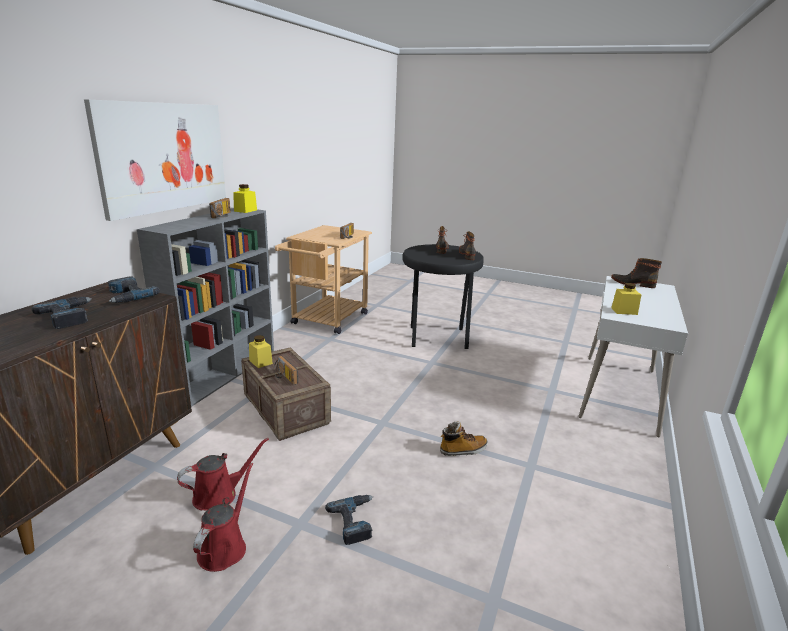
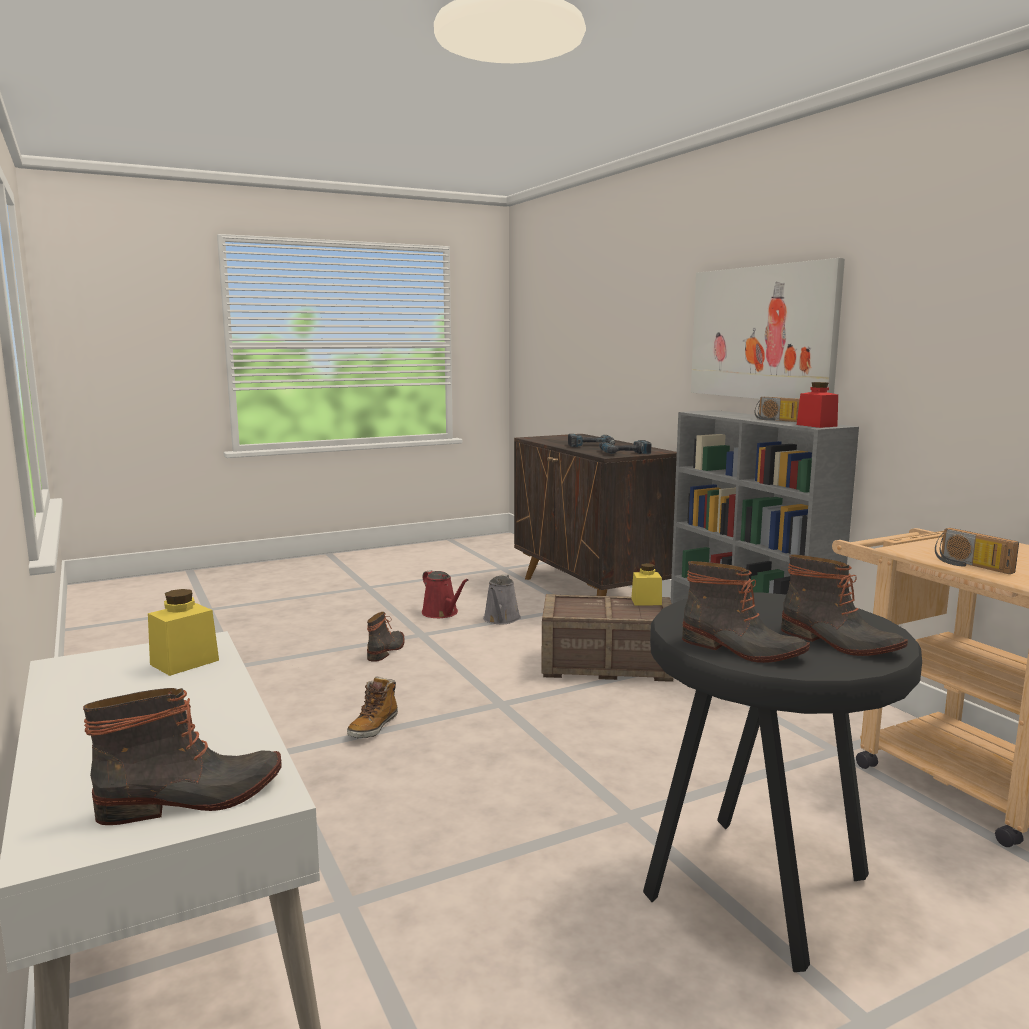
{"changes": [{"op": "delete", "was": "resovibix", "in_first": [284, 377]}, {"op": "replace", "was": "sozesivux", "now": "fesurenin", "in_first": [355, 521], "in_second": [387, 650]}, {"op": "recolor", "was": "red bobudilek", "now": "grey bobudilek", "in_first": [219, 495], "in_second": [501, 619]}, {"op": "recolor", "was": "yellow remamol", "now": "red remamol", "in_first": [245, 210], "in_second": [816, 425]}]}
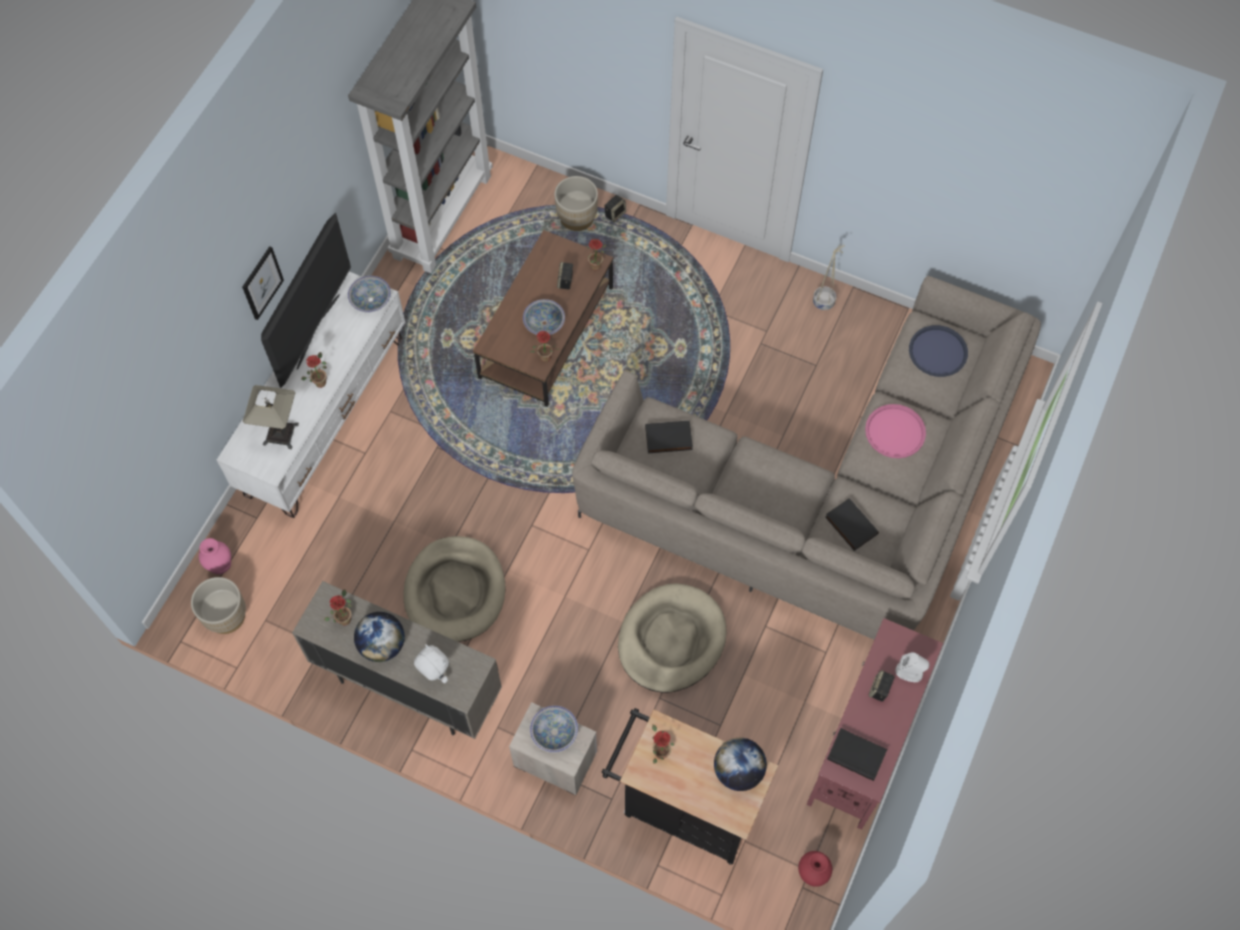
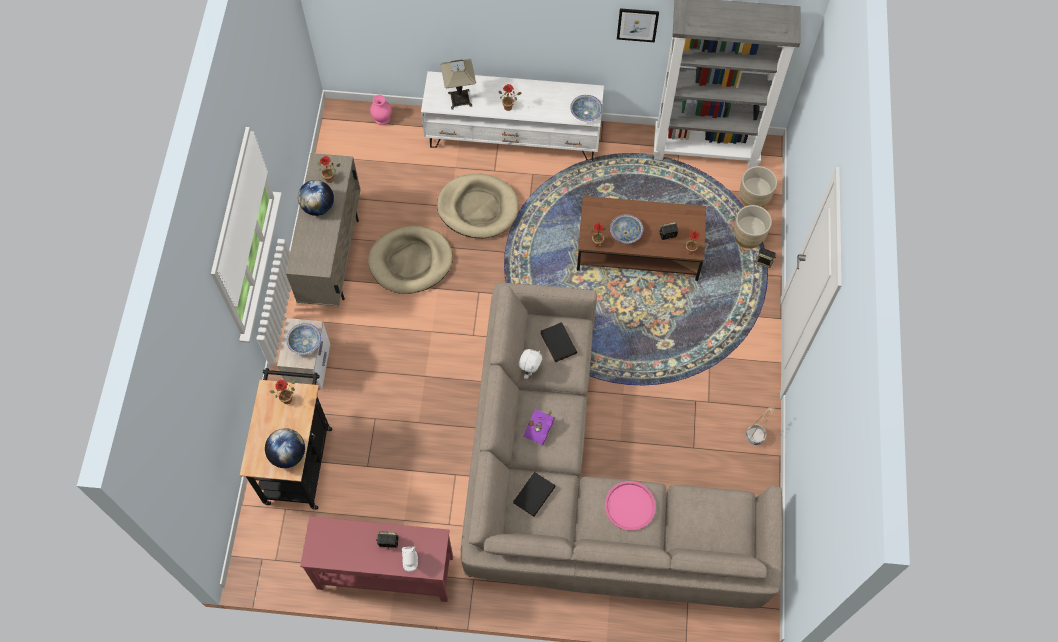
{"changes": [{"op": "delete", "was": "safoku", "in_first": [317, 331]}, {"op": "delete", "was": "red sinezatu", "in_first": [813, 873]}, {"op": "delete", "was": "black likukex", "in_first": [857, 754]}, {"op": "delete", "was": "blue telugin", "in_first": [938, 351]}, {"op": "insert", "now": "purple likukex", "in_second": [540, 428]}, {"op": "move", "was": "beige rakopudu", "in_first": [226, 616], "in_second": [754, 198]}, {"op": "move", "was": "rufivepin", "in_first": [262, 283], "in_second": [637, 24]}, {"op": "move", "was": "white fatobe", "in_first": [434, 674], "in_second": [530, 370]}, {"op": "move", "was": "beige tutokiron", "in_first": [671, 640], "in_second": [478, 208]}]}
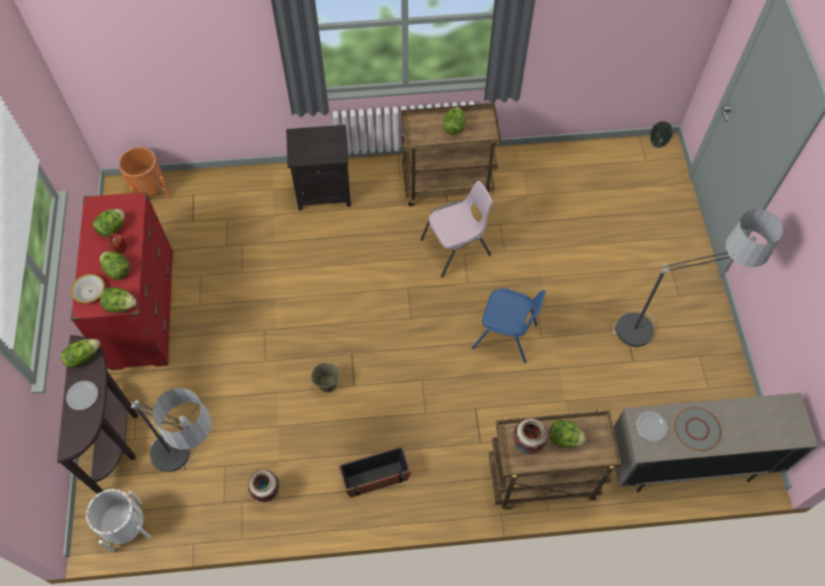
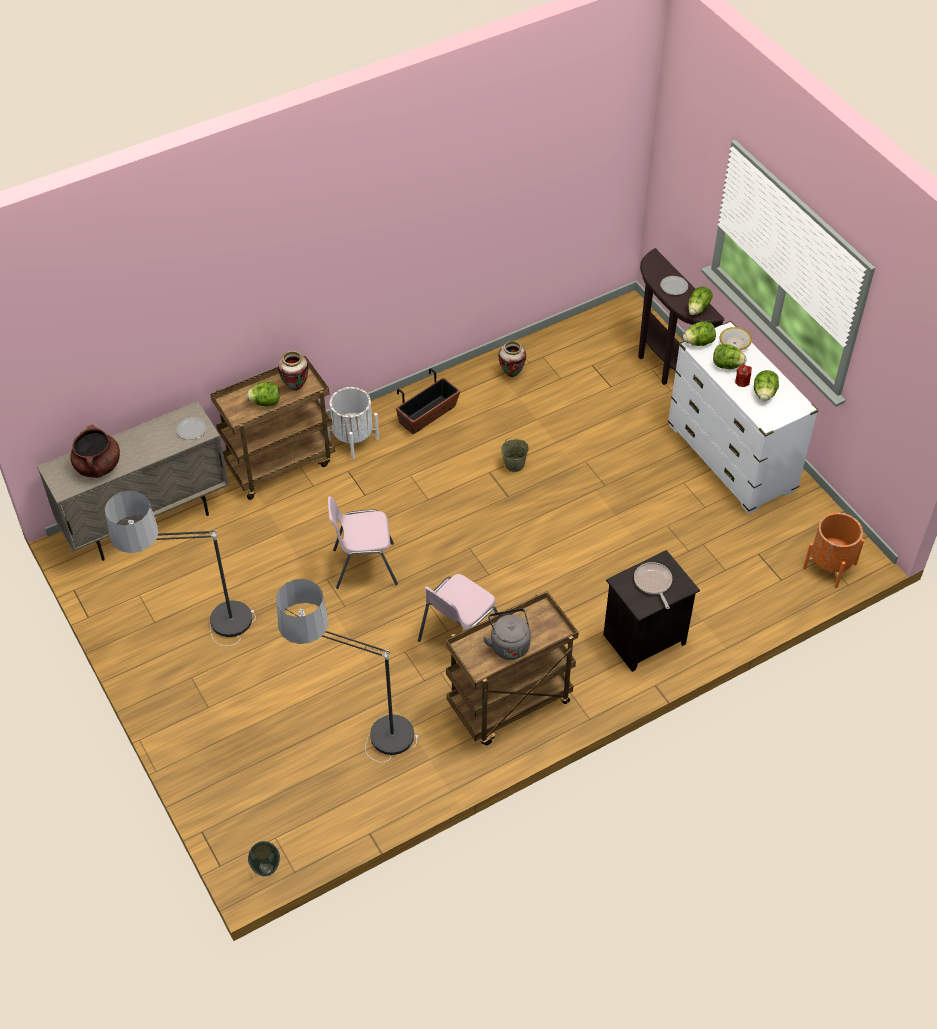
{"changes": [{"op": "delete", "was": "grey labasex", "in_first": [697, 429]}, {"op": "insert", "now": "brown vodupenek", "in_second": [98, 466]}, {"op": "insert", "now": "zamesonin", "in_second": [653, 583]}, {"op": "move", "was": "white rakopudu", "in_first": [126, 527], "in_second": [353, 439]}, {"op": "move", "was": "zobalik", "in_first": [198, 467], "in_second": [356, 735]}, {"op": "replace", "was": "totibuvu", "now": "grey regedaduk", "in_first": [453, 127], "in_second": [509, 644]}, {"op": "recolor", "was": "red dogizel", "now": "white dogizel", "in_first": [143, 310], "in_second": [731, 458]}, {"op": "recolor", "was": "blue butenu", "now": "pink butenu", "in_first": [505, 336], "in_second": [364, 566]}]}
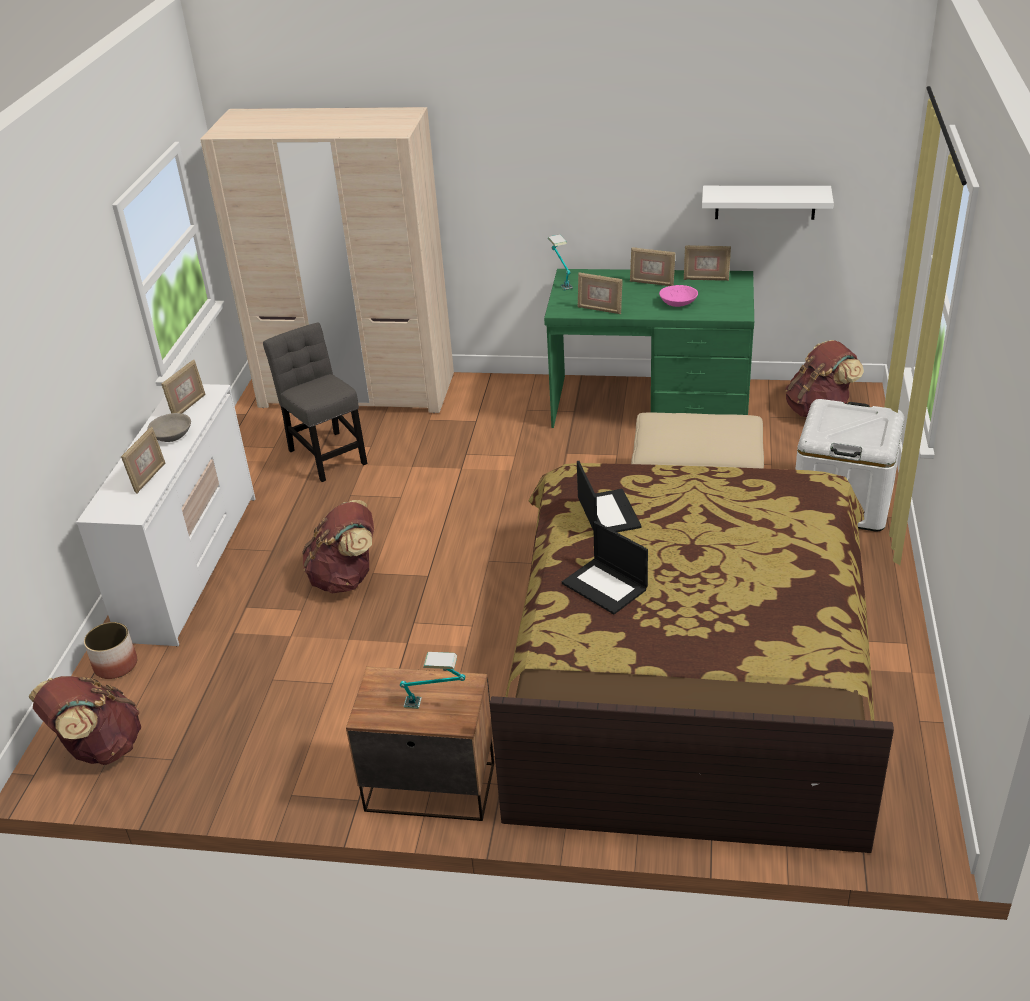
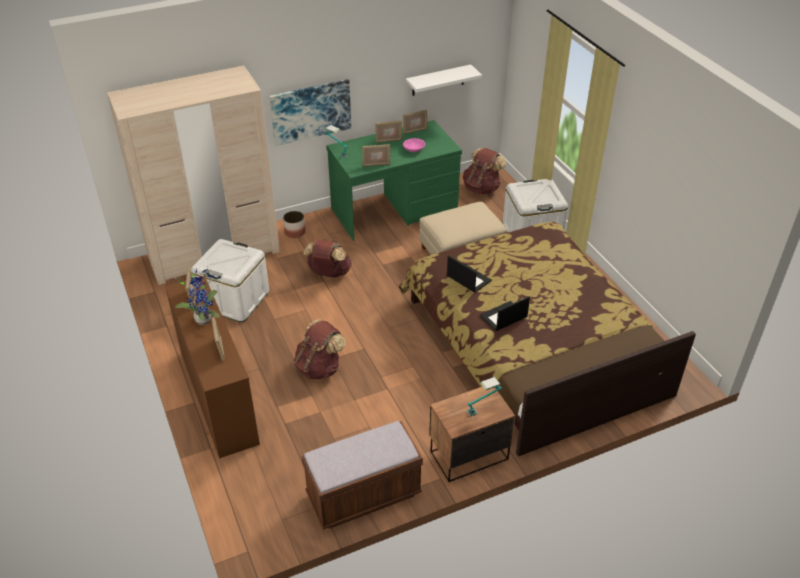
{"changes": [{"op": "insert", "now": "rufivepin", "in_second": [311, 111]}, {"op": "insert", "now": "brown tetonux", "in_second": [363, 495]}, {"op": "move", "was": "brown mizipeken", "in_first": [99, 748], "in_second": [329, 273]}, {"op": "move", "was": "rakopudu", "in_first": [116, 665], "in_second": [295, 232]}, {"op": "replace", "was": "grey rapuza", "now": "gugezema", "in_first": [172, 435], "in_second": [204, 318]}, {"op": "replace", "was": "grey butenu", "now": "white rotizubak", "in_first": [326, 454], "in_second": [234, 299]}, {"op": "recolor", "was": "white dogizel", "now": "brown dogizel", "in_first": [192, 566], "in_second": [218, 396]}, {"op": "rotate", "was": "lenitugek", "in_first": [606, 586], "in_second": [503, 317], "clockwise": 135}]}
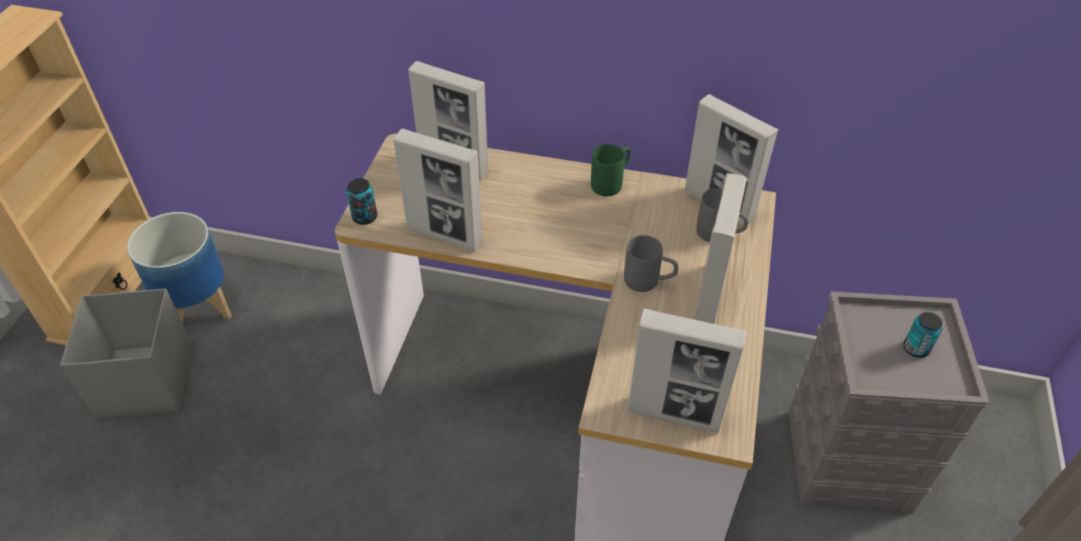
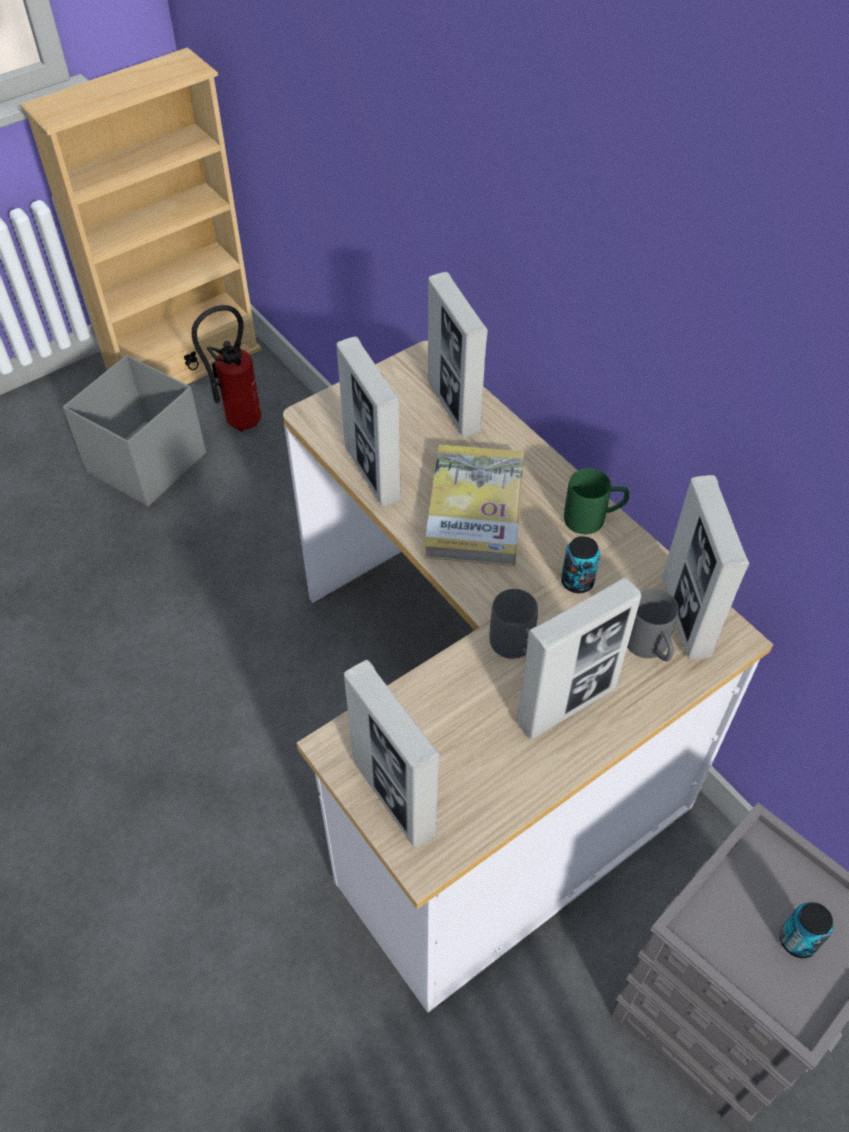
{"changes": [{"op": "insert", "now": "likukex", "in_second": [475, 509]}, {"op": "move", "was": "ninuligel", "in_first": [365, 217], "in_second": [577, 582]}, {"op": "replace", "was": "rakopudu", "now": "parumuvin", "in_first": [198, 308], "in_second": [238, 423]}]}
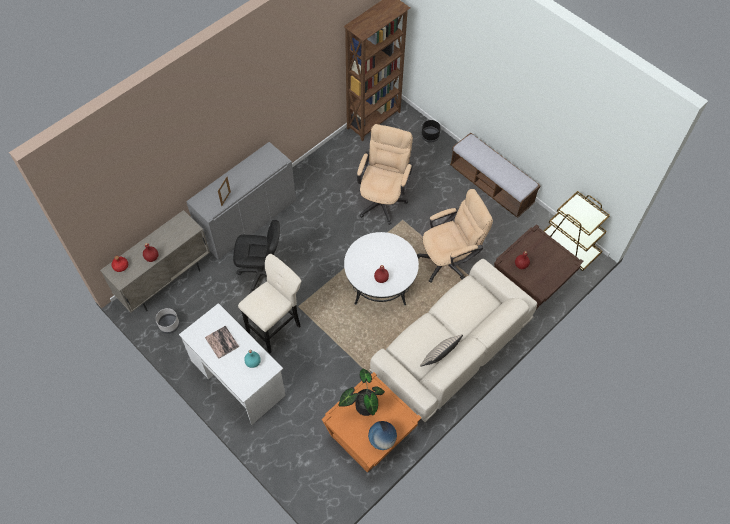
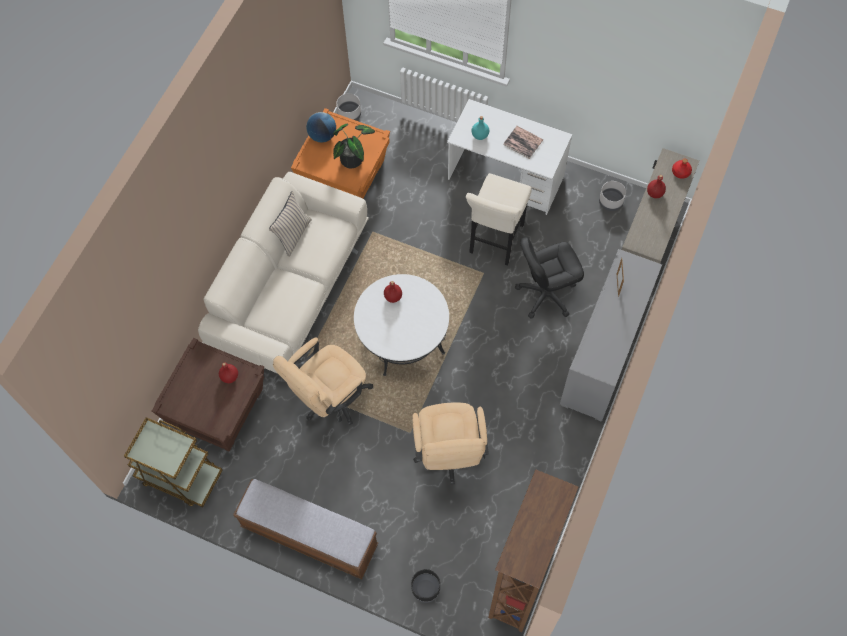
{"changes": [{"op": "insert", "now": "grey rakopudu", "in_second": [349, 114]}]}
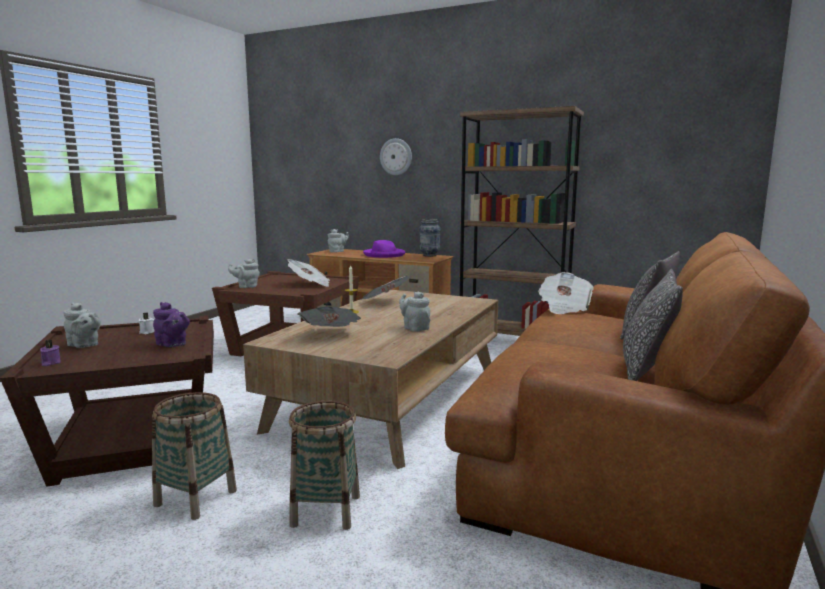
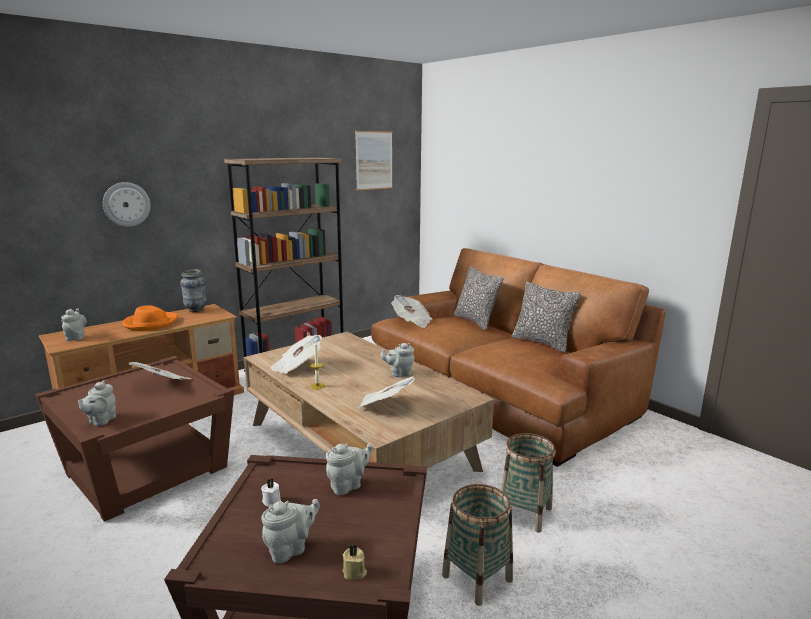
{"changes": [{"op": "insert", "now": "rufivepin", "in_second": [374, 160]}, {"op": "recolor", "was": "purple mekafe", "now": "beige mekafe", "in_first": [50, 363], "in_second": [354, 572]}, {"op": "recolor", "was": "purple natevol", "now": "grey natevol", "in_first": [173, 344], "in_second": [348, 485]}, {"op": "recolor", "was": "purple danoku", "now": "orange danoku", "in_first": [384, 255], "in_second": [150, 323]}]}
